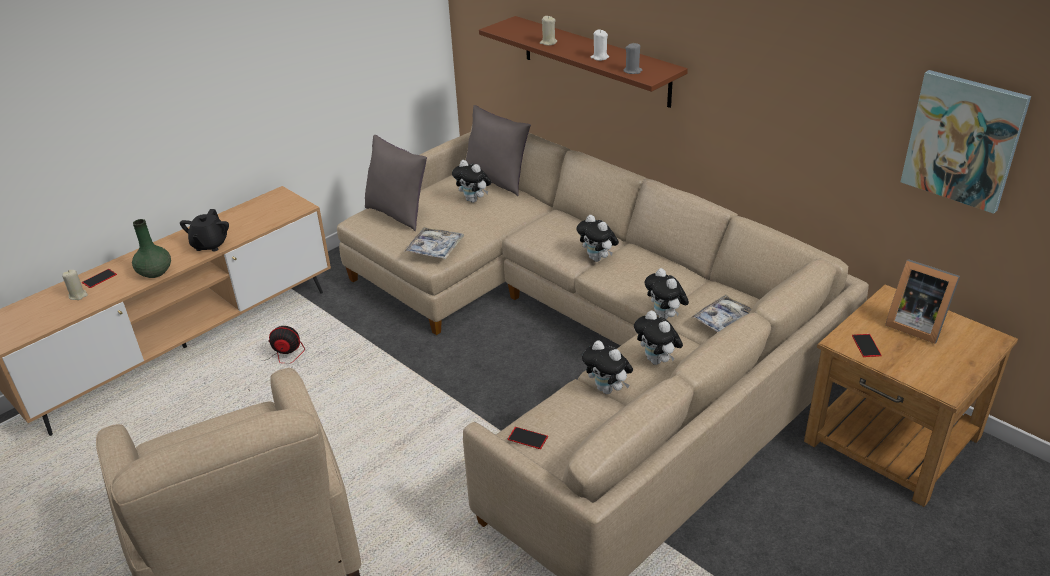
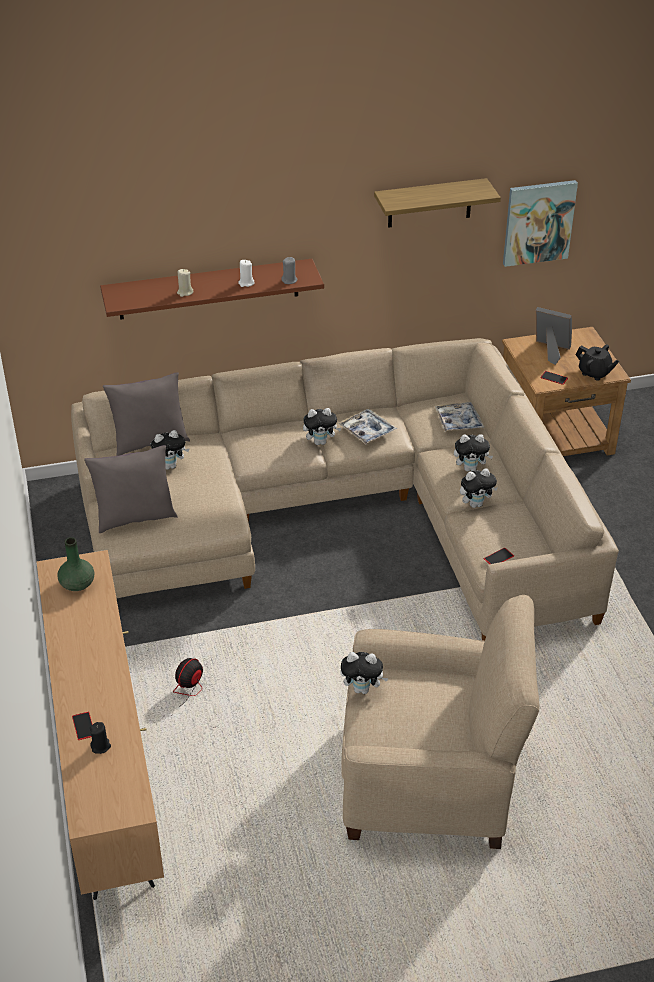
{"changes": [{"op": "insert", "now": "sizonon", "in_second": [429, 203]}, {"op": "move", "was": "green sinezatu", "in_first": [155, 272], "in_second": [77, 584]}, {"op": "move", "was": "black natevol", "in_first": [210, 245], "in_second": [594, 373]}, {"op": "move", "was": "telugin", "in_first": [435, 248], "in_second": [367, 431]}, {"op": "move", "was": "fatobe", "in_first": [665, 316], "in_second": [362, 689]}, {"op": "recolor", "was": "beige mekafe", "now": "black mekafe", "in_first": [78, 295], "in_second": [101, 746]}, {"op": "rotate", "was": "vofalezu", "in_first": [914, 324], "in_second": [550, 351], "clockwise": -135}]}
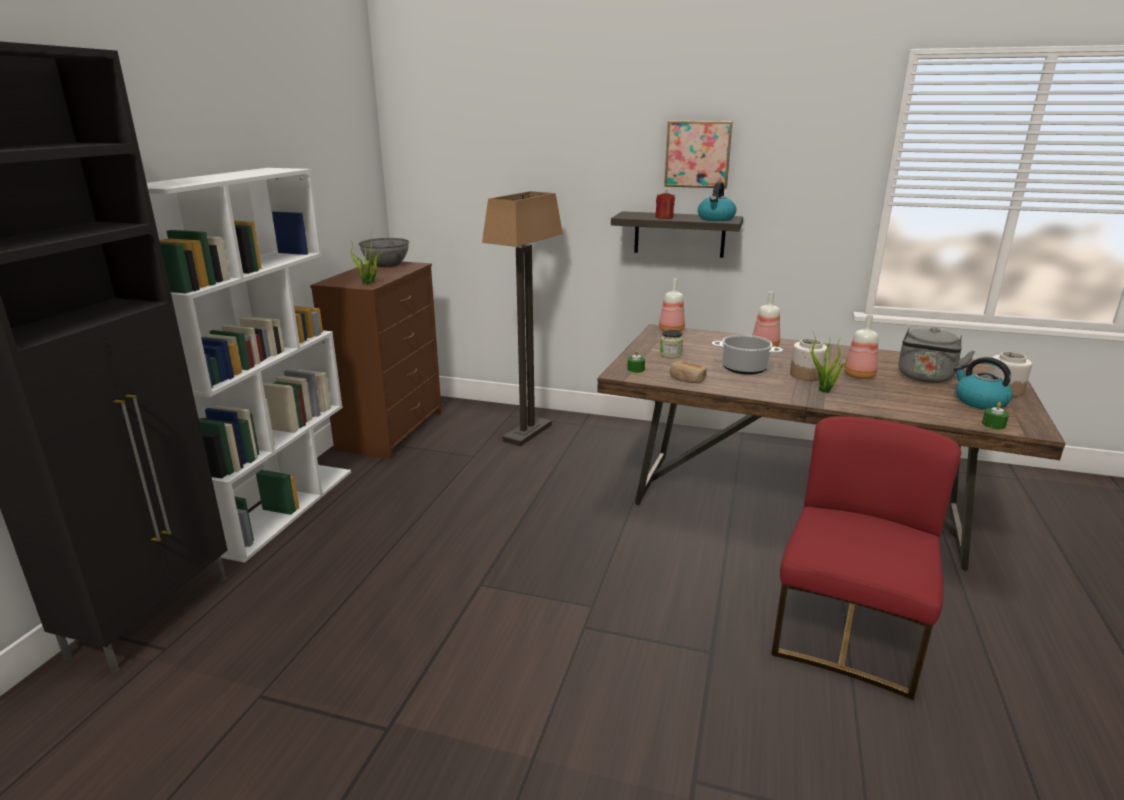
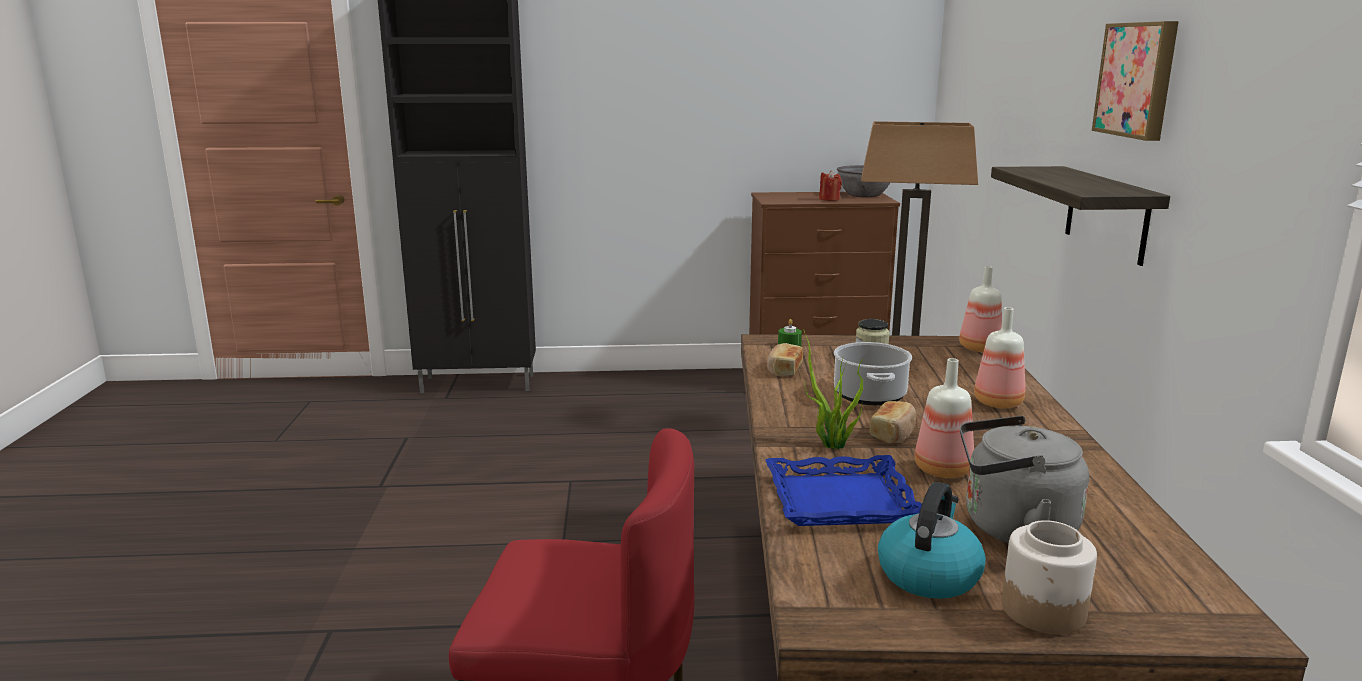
{"changes": [{"op": "delete", "was": "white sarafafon", "in_first": [282, 508]}, {"op": "delete", "was": "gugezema", "in_first": [368, 283]}, {"op": "delete", "was": "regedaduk", "in_first": [716, 219]}, {"op": "delete", "was": "green mekafe", "in_first": [993, 425]}, {"op": "insert", "now": "blue telugin", "in_second": [840, 500]}, {"op": "move", "was": "red mekafe", "in_first": [664, 217], "in_second": [829, 199]}, {"op": "replace", "was": "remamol", "now": "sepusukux", "in_first": [807, 375], "in_second": [893, 433]}]}
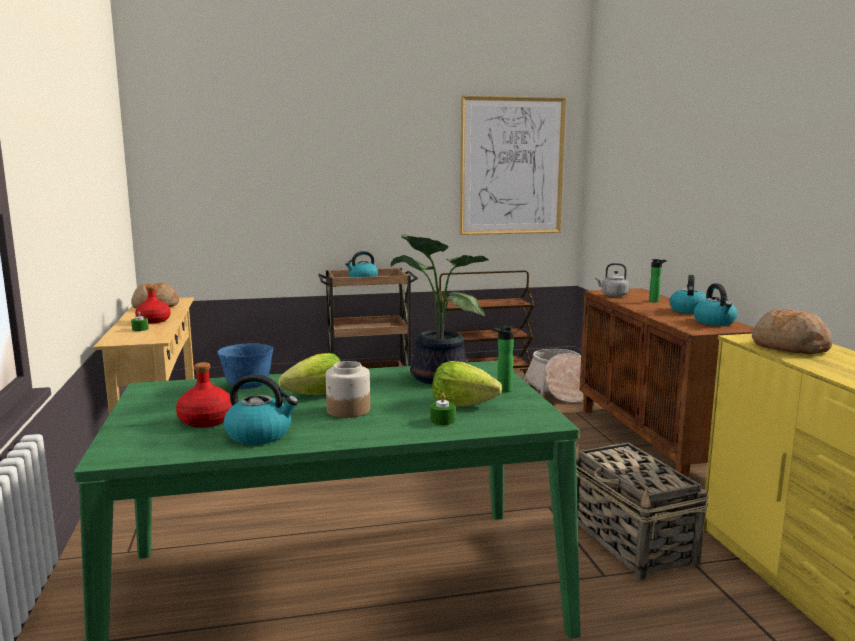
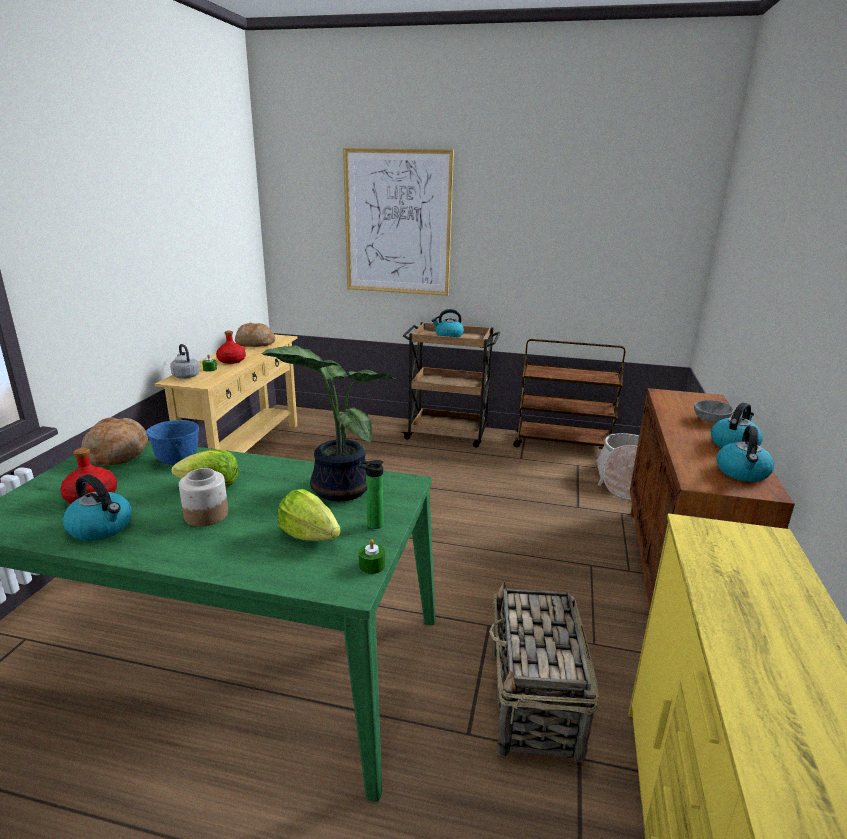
{"changes": [{"op": "move", "was": "green mekafe", "in_first": [442, 421], "in_second": [372, 565]}, {"op": "move", "was": "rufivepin", "in_first": [511, 166], "in_second": [397, 223]}, {"op": "move", "was": "grey regedaduk", "in_first": [612, 295], "in_second": [185, 376]}, {"op": "move", "was": "sepusukux", "in_first": [789, 347], "in_second": [116, 453]}, {"op": "replace", "was": "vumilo", "now": "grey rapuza", "in_first": [655, 301], "in_second": [711, 420]}]}
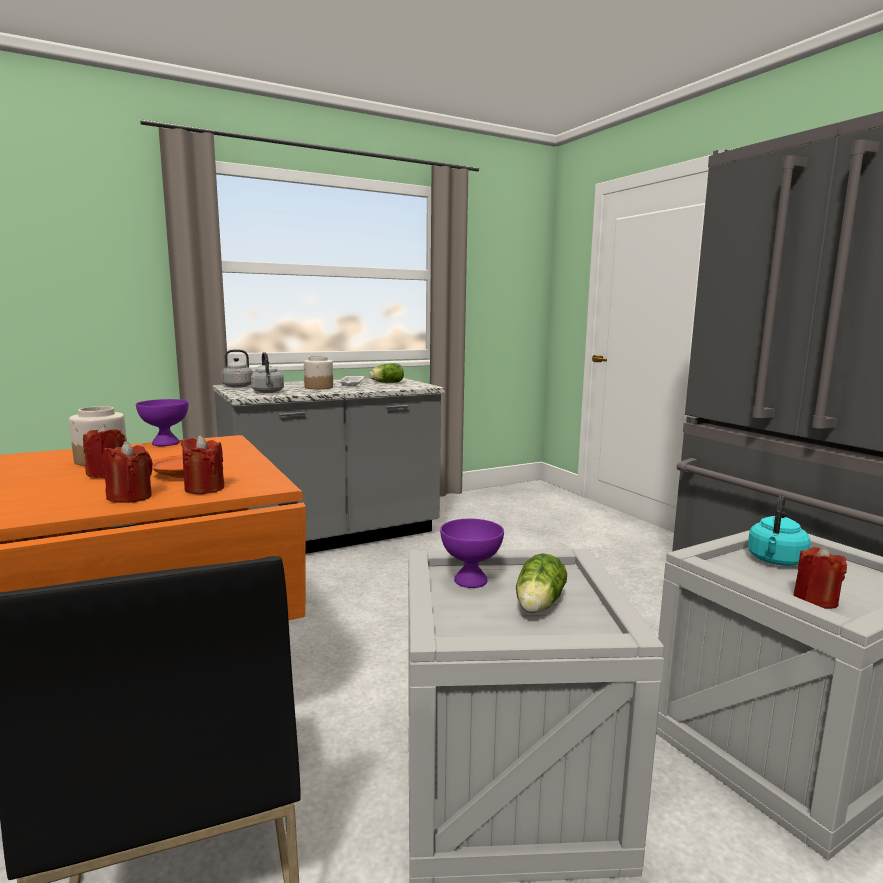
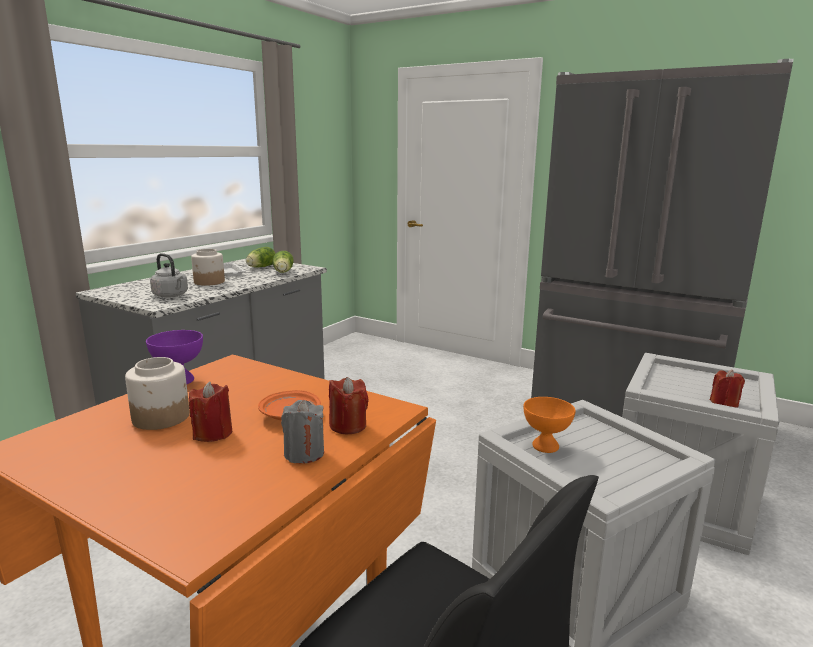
{"changes": [{"op": "delete", "was": "grey regedaduk", "in_first": [240, 386]}, {"op": "delete", "was": "turquoise regedaduk", "in_first": [775, 561]}, {"op": "move", "was": "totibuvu", "in_first": [538, 606], "in_second": [283, 272]}, {"op": "recolor", "was": "red mekafe", "now": "grey mekafe", "in_first": [130, 497], "in_second": [304, 453]}, {"op": "recolor", "was": "purple rapuza", "now": "orange rapuza", "in_first": [469, 580], "in_second": [544, 446]}]}
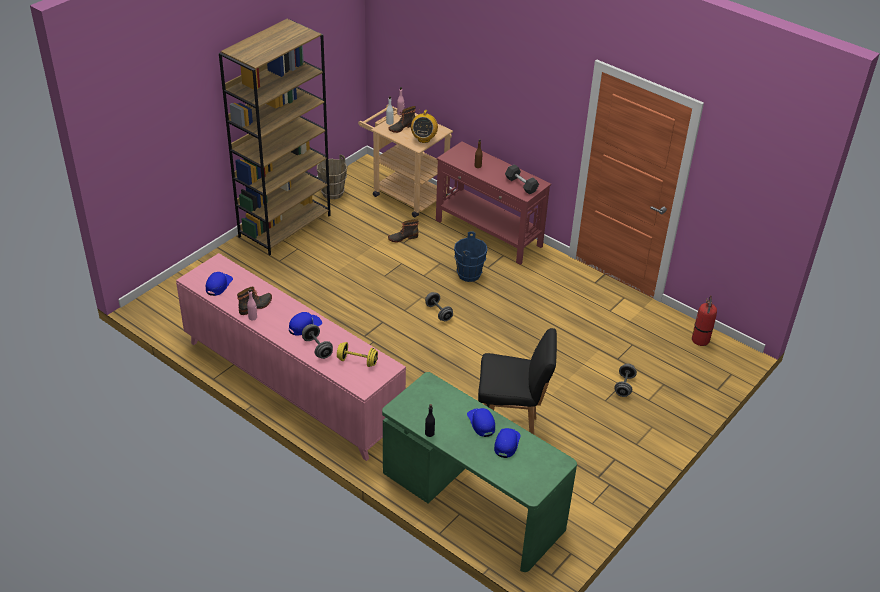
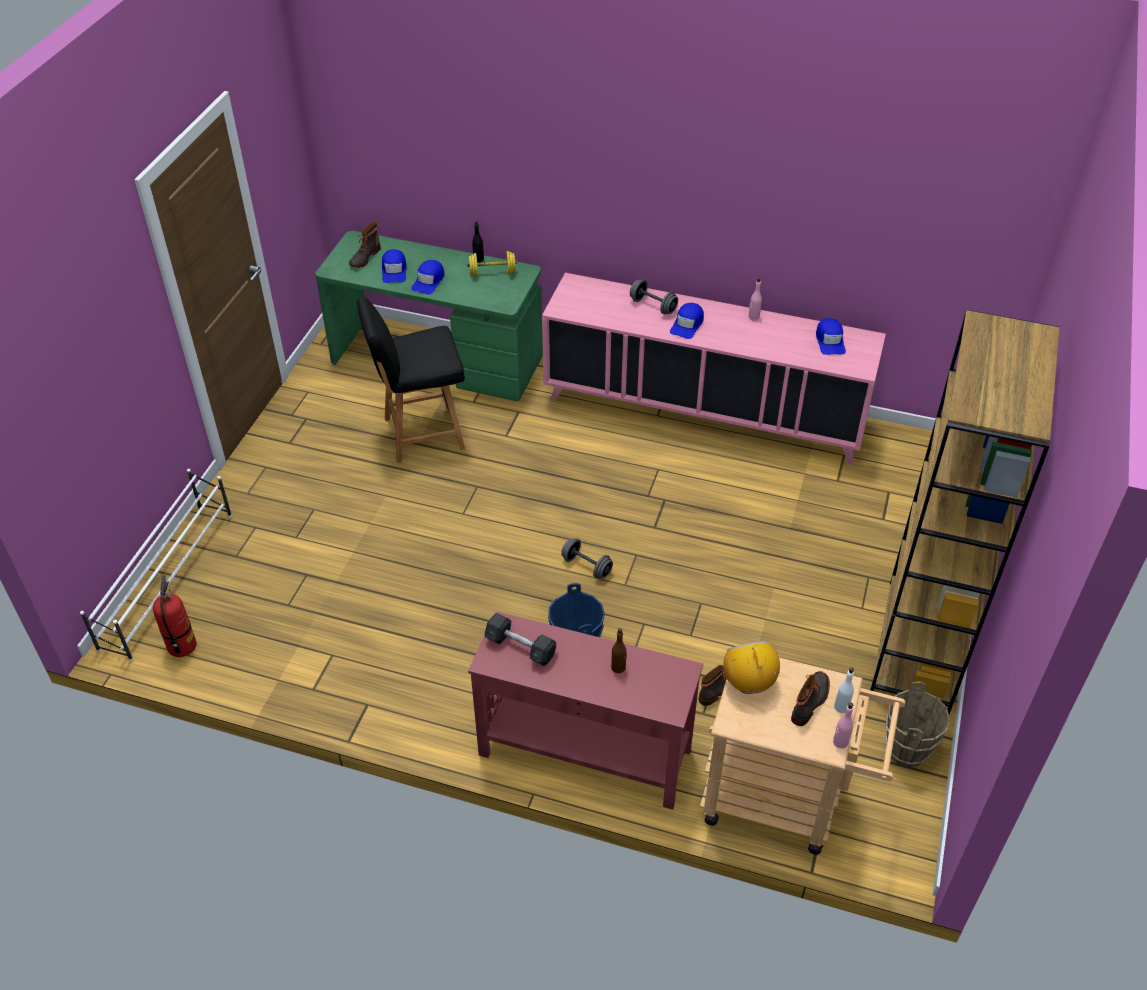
{"changes": [{"op": "delete", "was": "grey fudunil", "in_first": [624, 386]}, {"op": "insert", "now": "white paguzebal", "in_second": [168, 580]}, {"op": "move", "was": "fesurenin", "in_first": [256, 306], "in_second": [364, 257]}, {"op": "move", "was": "yellow fudunil", "in_first": [357, 361], "in_second": [492, 273]}, {"op": "rotate", "was": "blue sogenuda", "in_first": [481, 423], "in_second": [429, 281], "clockwise": 60}]}
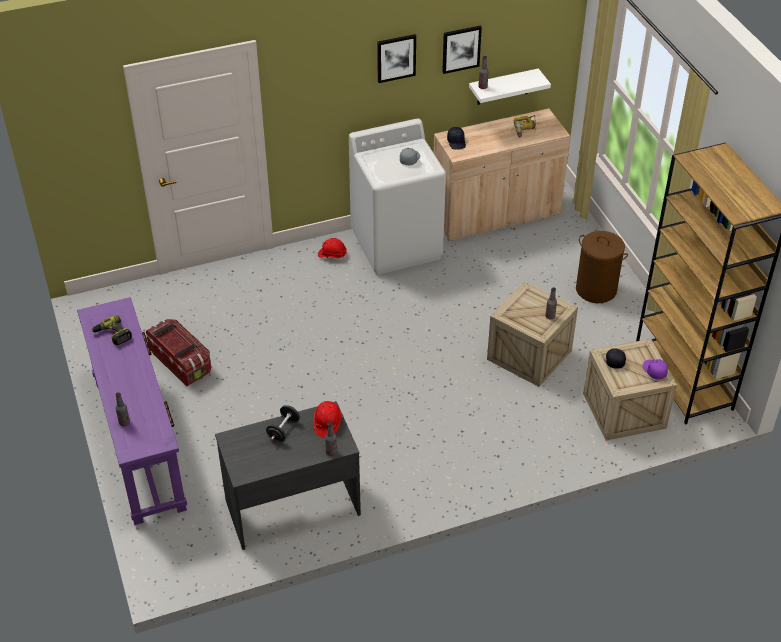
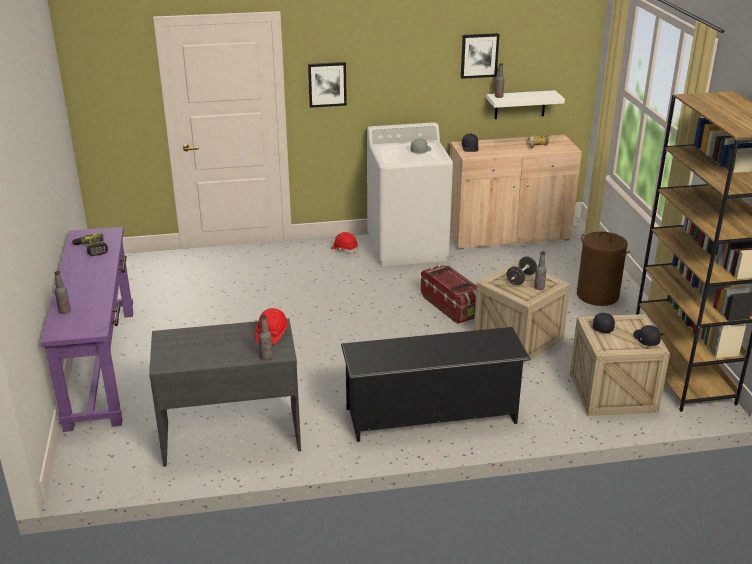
{"changes": [{"op": "insert", "now": "black paguzebal", "in_second": [432, 416]}, {"op": "move", "was": "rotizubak", "in_first": [181, 362], "in_second": [451, 306]}, {"op": "move", "was": "black fudunil", "in_first": [283, 430], "in_second": [521, 279]}, {"op": "move", "was": "rufivepin", "in_first": [396, 58], "in_second": [327, 84]}, {"op": "recolor", "was": "purple sogenuda", "now": "black sogenuda", "in_first": [654, 371], "in_second": [645, 339]}]}
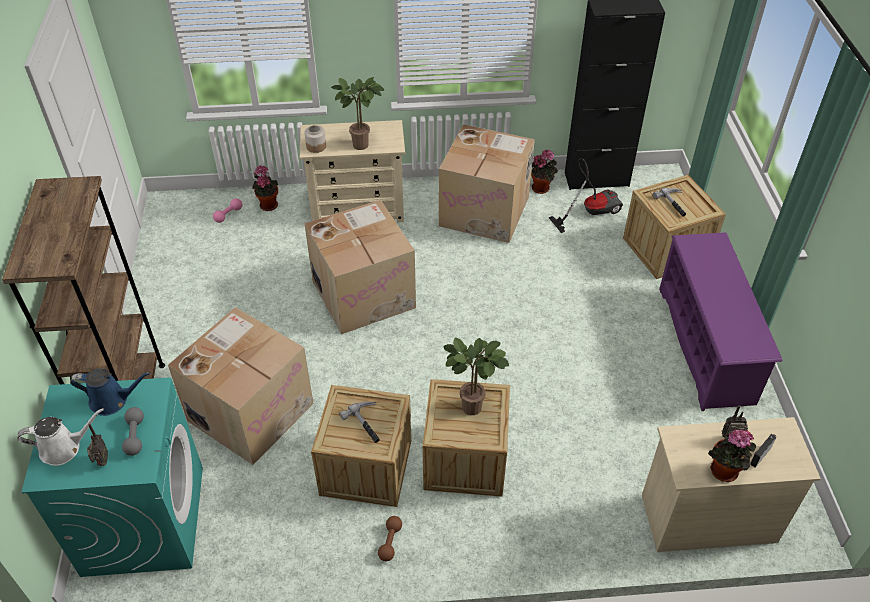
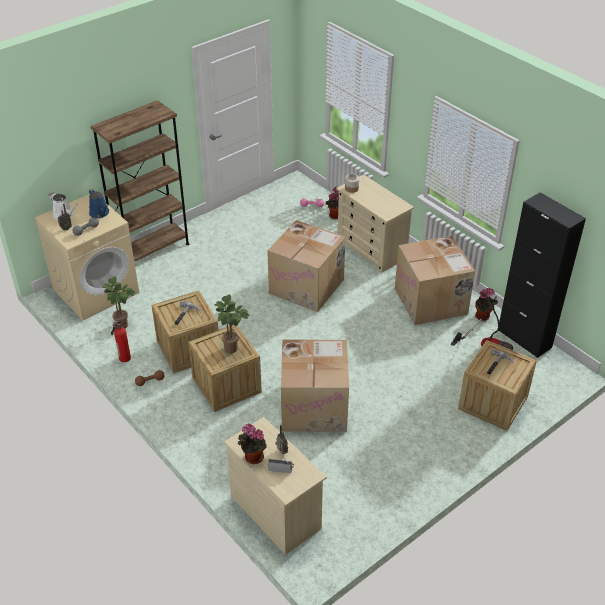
{"changes": [{"op": "delete", "was": "purple paguzebal", "in_first": [706, 345]}, {"op": "insert", "now": "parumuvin", "in_second": [124, 358]}, {"op": "move", "was": "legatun", "in_first": [250, 410], "in_second": [315, 406]}, {"op": "move", "was": "gugezema", "in_first": [363, 144], "in_second": [123, 326]}, {"op": "recolor", "was": "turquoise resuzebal", "now": "beige resuzebal", "in_first": [143, 519], "in_second": [96, 290]}]}
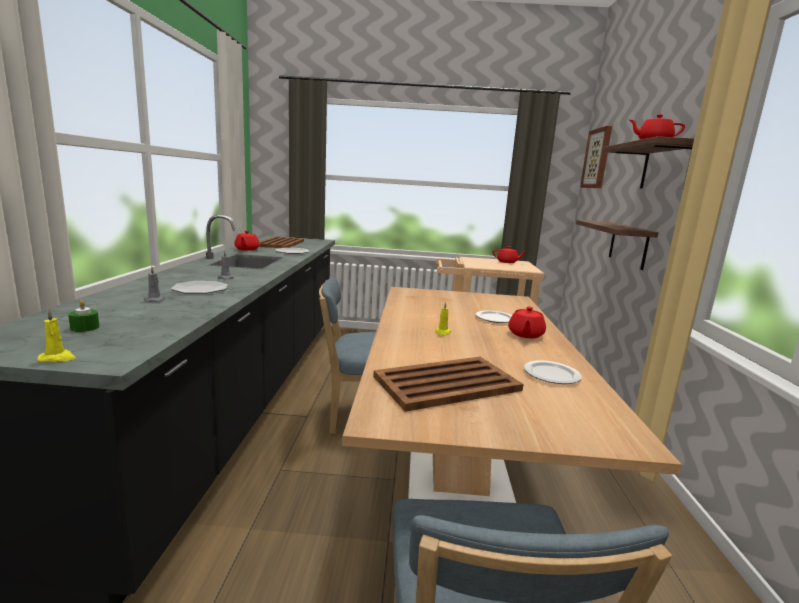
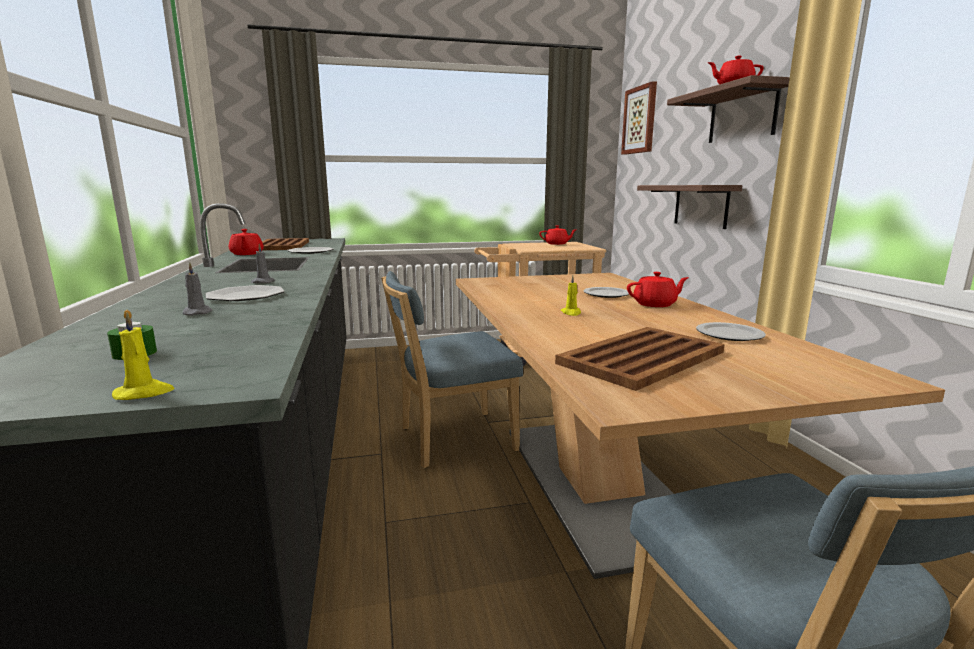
{"changes": [{"op": "rotate", "was": "red natevol", "in_first": [525, 334], "in_second": [655, 304], "clockwise": -105}]}
